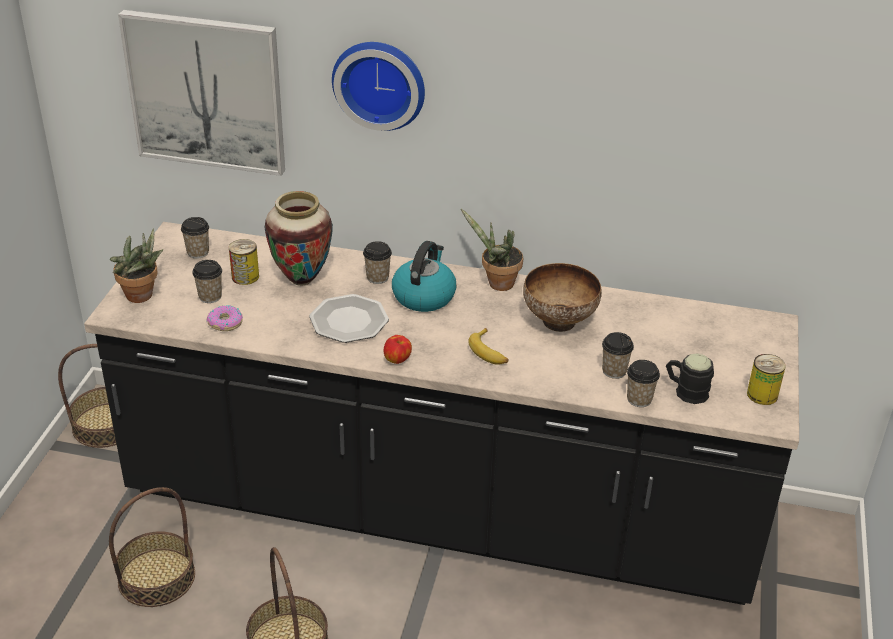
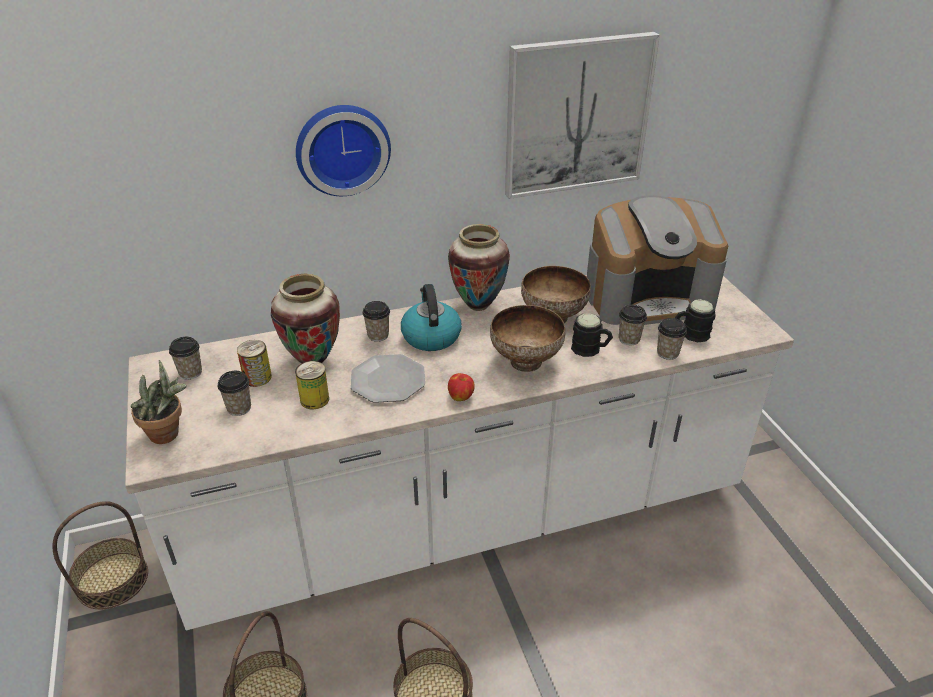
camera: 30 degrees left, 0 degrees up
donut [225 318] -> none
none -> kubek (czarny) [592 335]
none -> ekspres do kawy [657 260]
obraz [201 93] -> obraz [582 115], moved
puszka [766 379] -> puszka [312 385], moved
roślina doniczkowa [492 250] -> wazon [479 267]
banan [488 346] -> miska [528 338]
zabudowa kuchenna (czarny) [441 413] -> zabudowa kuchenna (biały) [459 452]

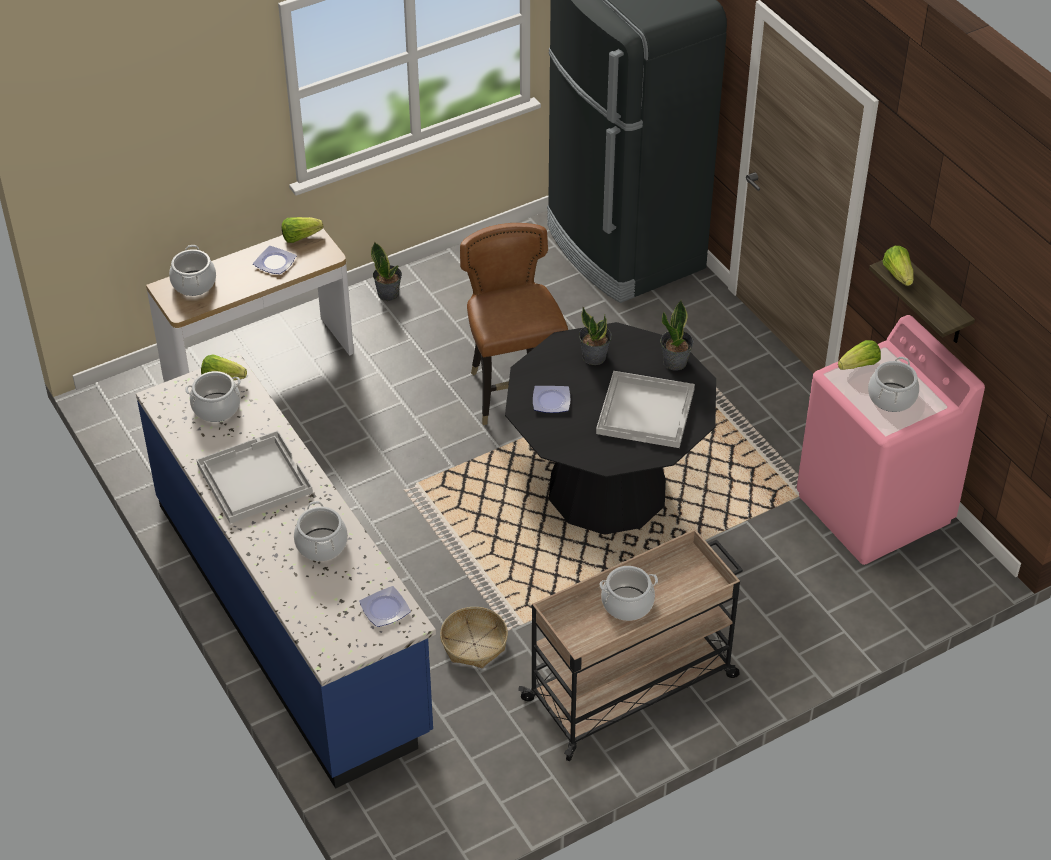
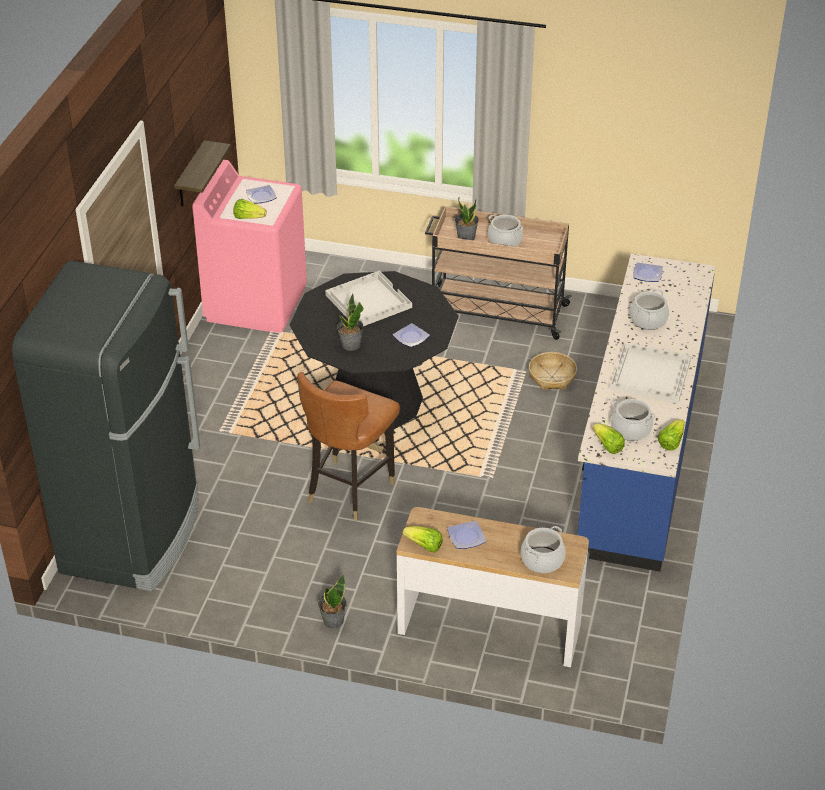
camera: 135 degrees left, 5 degrees down
roślina doniczkowa [677 335] -> roślina doniczkowa [467 219], moved
sałata [898 266] -> sałata [671 435], moved
garnek [893 384] -> talerz [261 194]

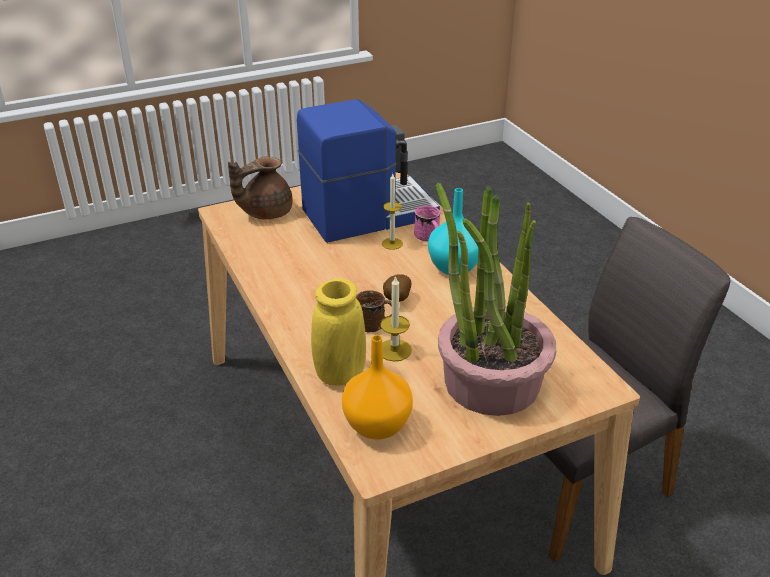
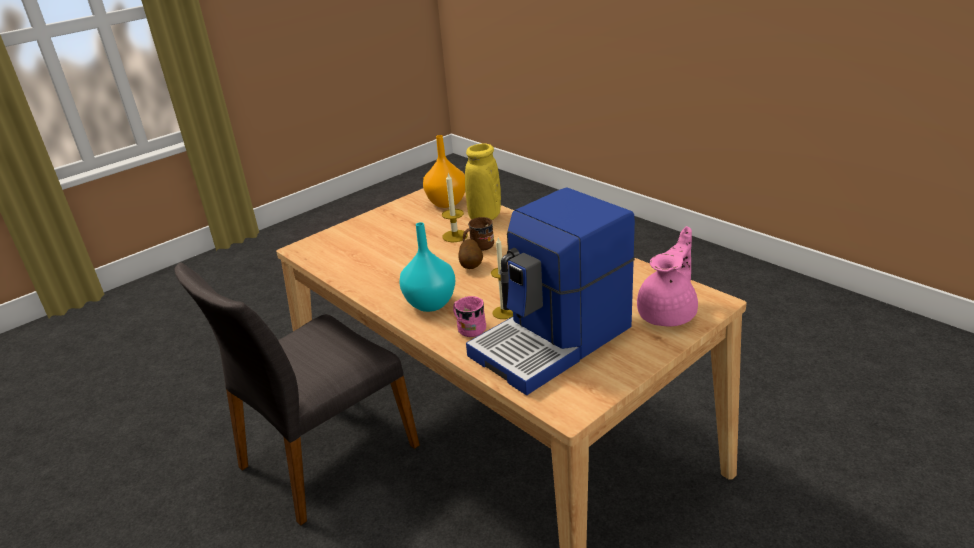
camera: 165 degrees right, 5 degrees down
roślina doniczkowa [496 299] -> none
imbryk (brązowy) [260 188] -> imbryk (różowy) [667 276]

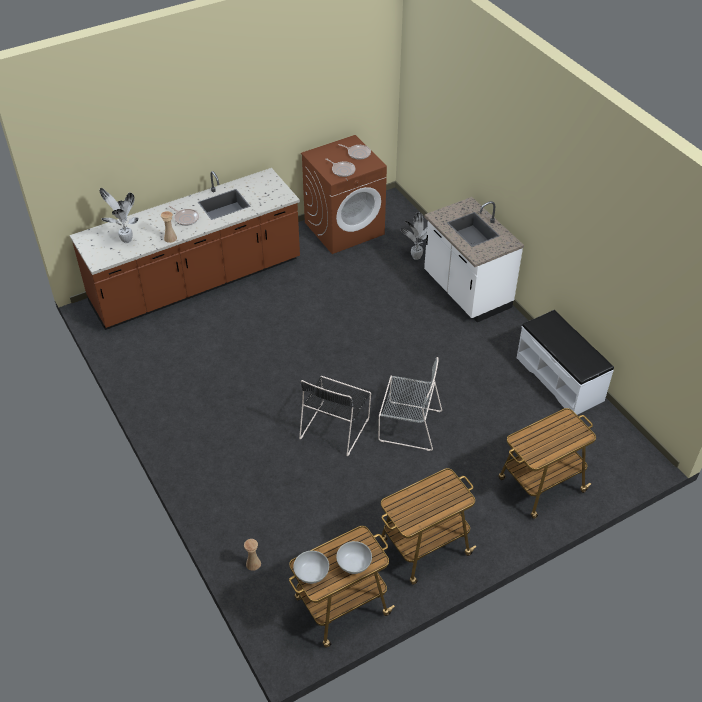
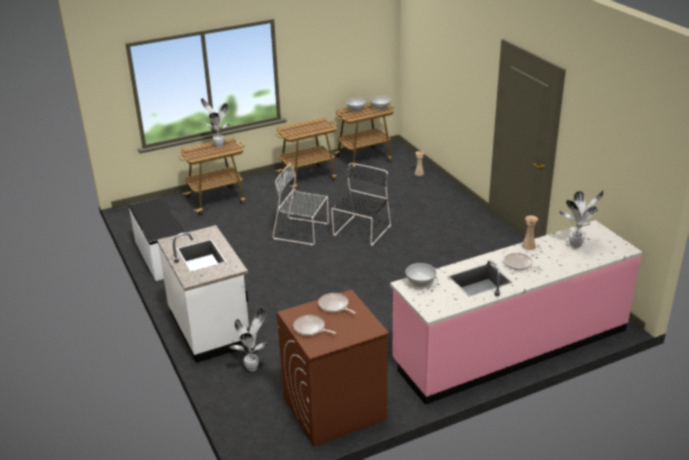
camera: 175 degrees left, 15 degrees down
none -> roślina doniczkowa [215 122]
none -> miska (biały) [421 275]
zabudowa kuchenna (brązowy) [185 249] -> zabudowa kuchenna (różowy) [516 312]

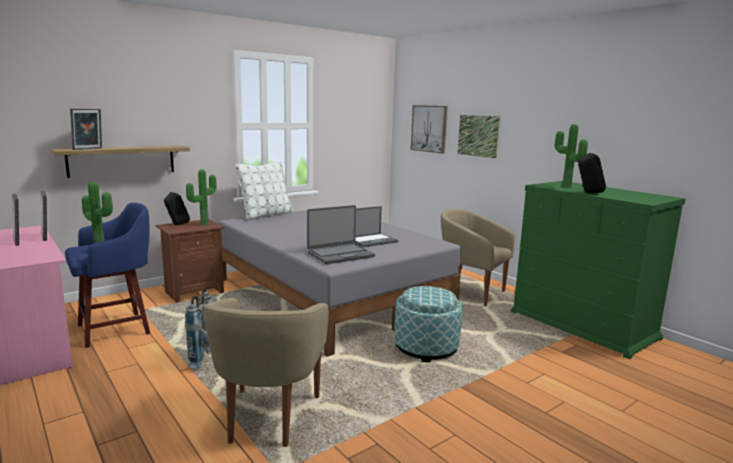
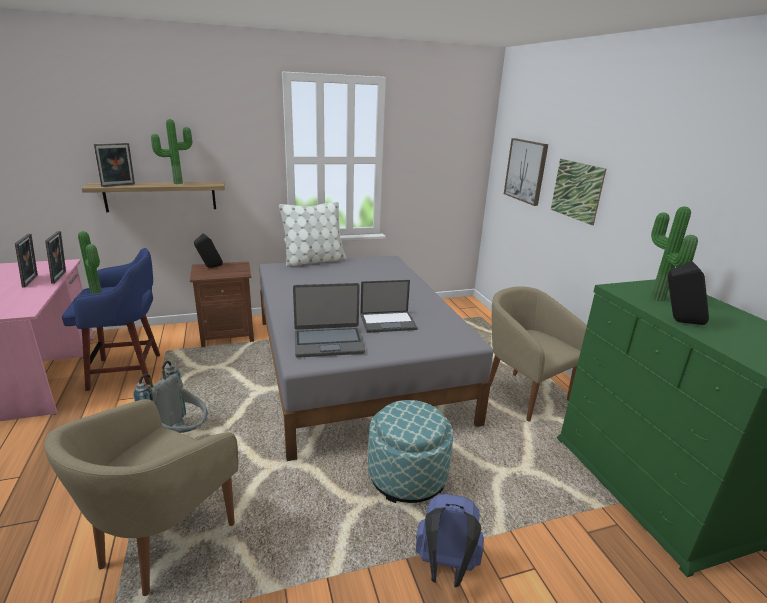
camera: 20 degrees right, 10 degrees up
none -> plecak (niebieski) [450 540]
roślina doniczkowa [201 197] -> roślina doniczkowa [171 151], moved

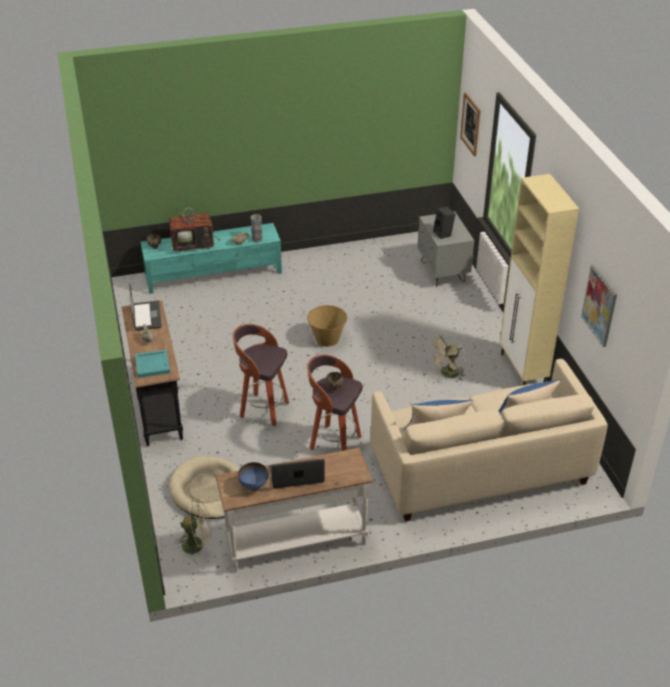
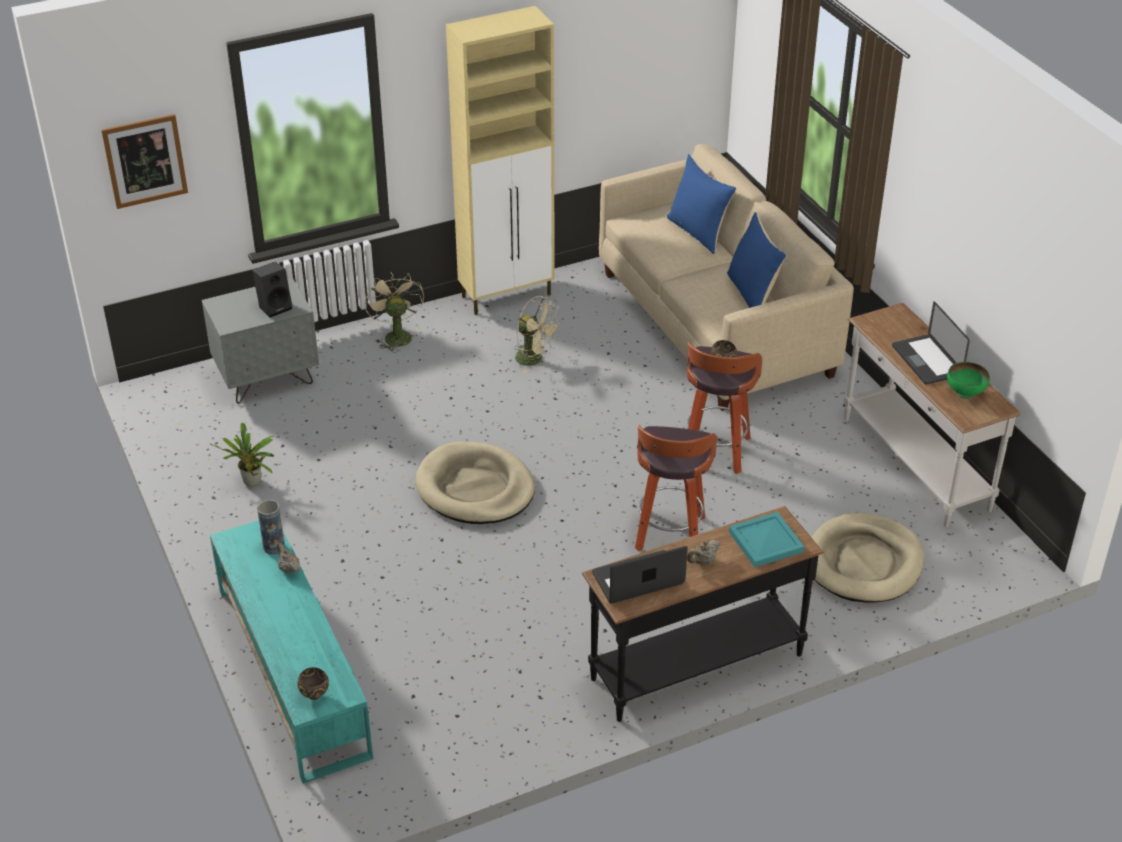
camera: 100 degrees left, 0 degrees up
telewizor [195 224] -> none
obraz [599 306] -> none
none -> roślina doniczkowa [242 454]
wentylator (beżowy) [193 529] -> wentylator (beżowy) [394 312], moved
koszyk [327 326] -> legowisko (beżowy) [475 482]
miska (niebieski) [253 476] -> miska (zielony) [968 380]

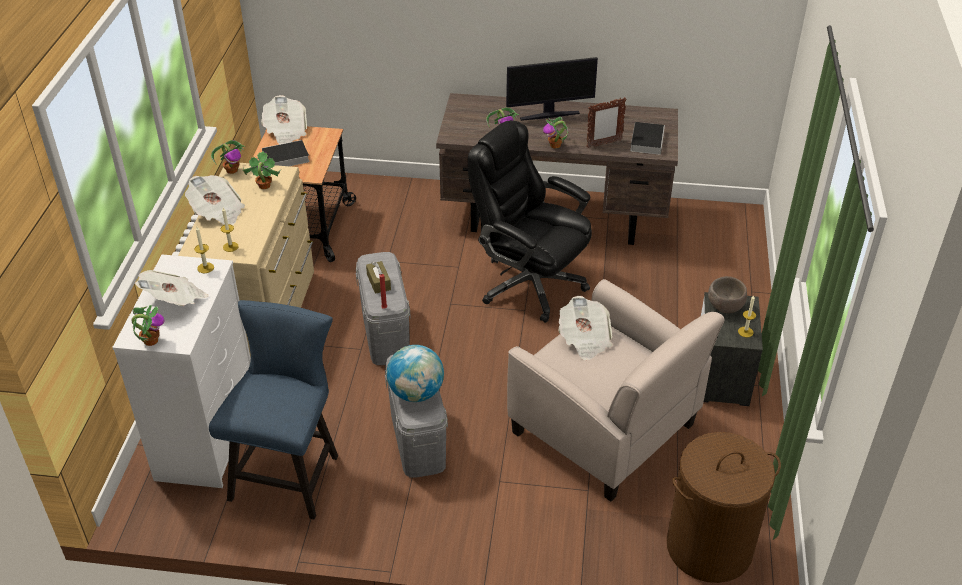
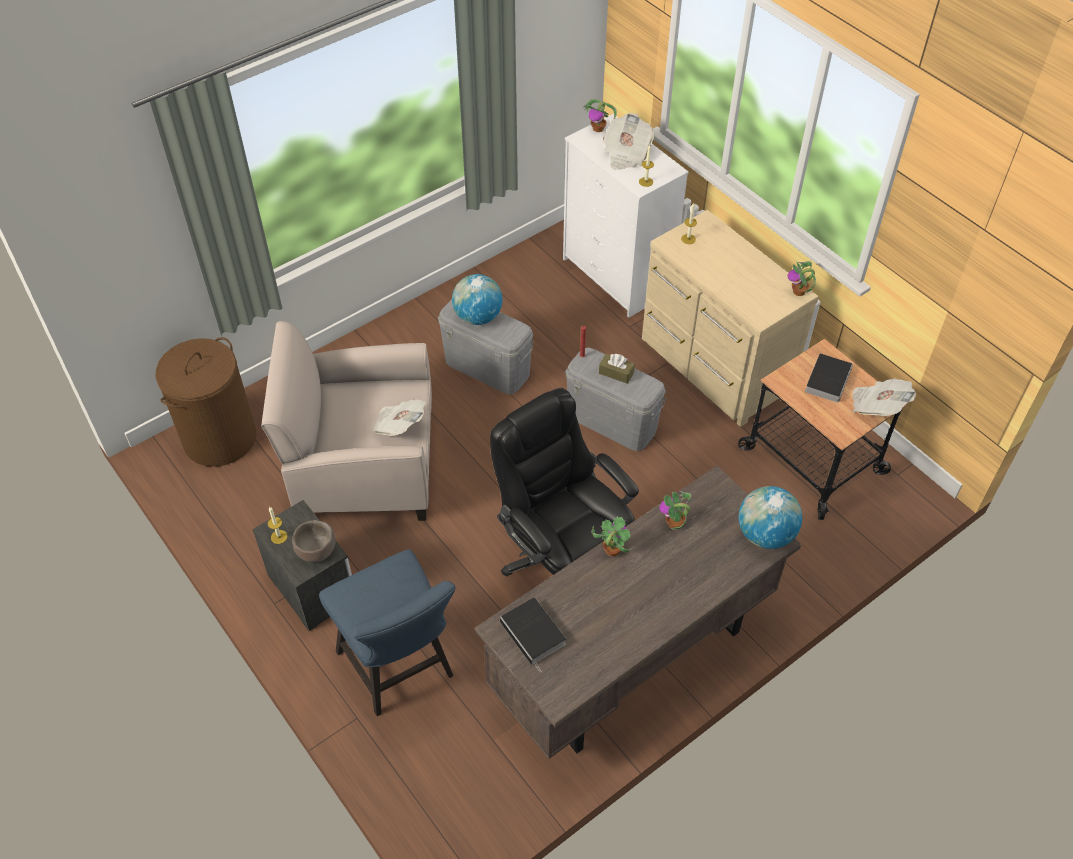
camera: 135 degrees right, 10 degrees up
gazeta [215 200] -> none
roślina doniczkowa [262 170] -> none
monitor [552 89] -> none
ramka na zdjęcie [607 122] -> none
none -> globus [770 517]
krzesło (niebieski) [273 410] -> krzesło (niebieski) [387 632], moved
krzesło biurowe (czarny) [530 221] -> krzesło biurowe (czarny) [564 482], 120 degrees counterclockwise

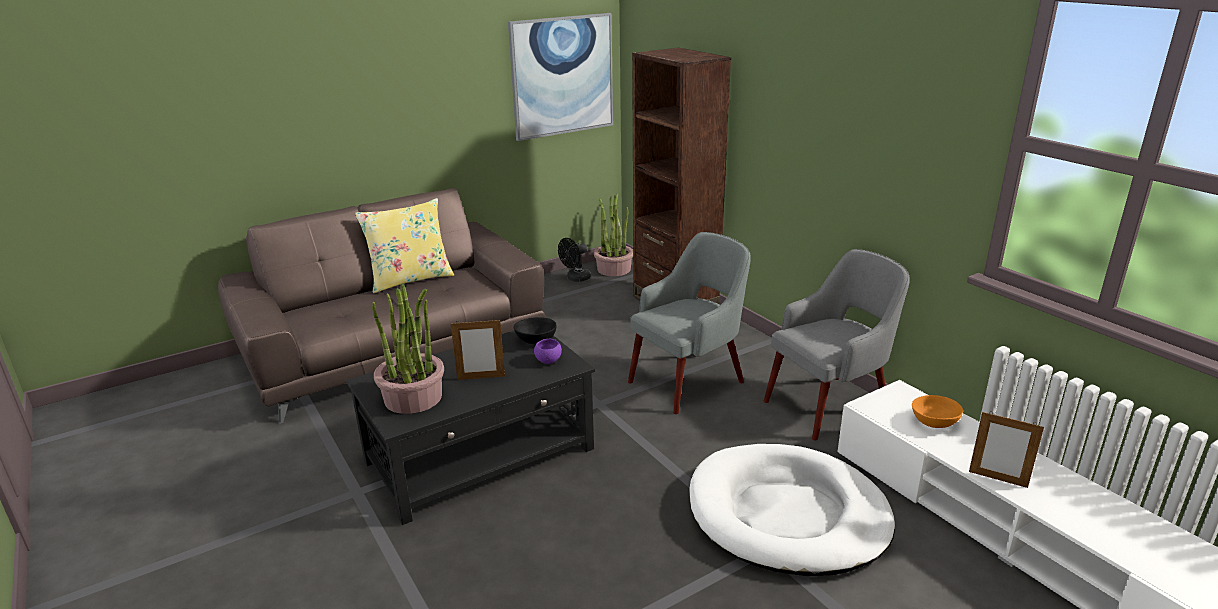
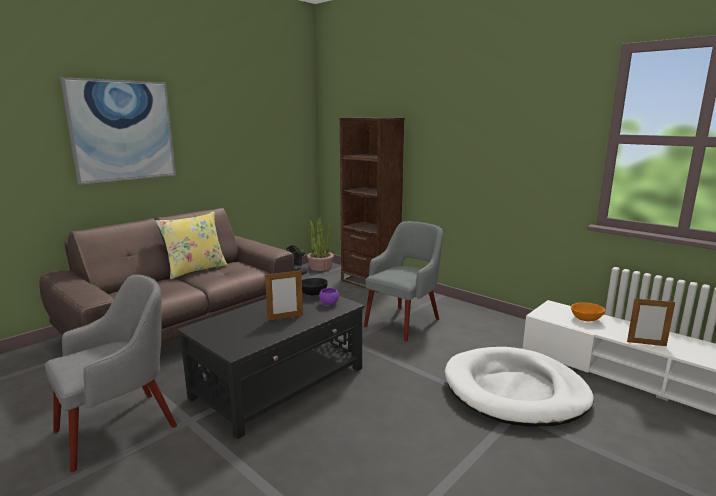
camera: 15 degrees left, 10 degrees down
roślina doniczkowa [408 348] -> none
obraz [560 77] -> obraz [118 131], moved
fotel (szary) [837 345] -> fotel (szary) [111 373], moved

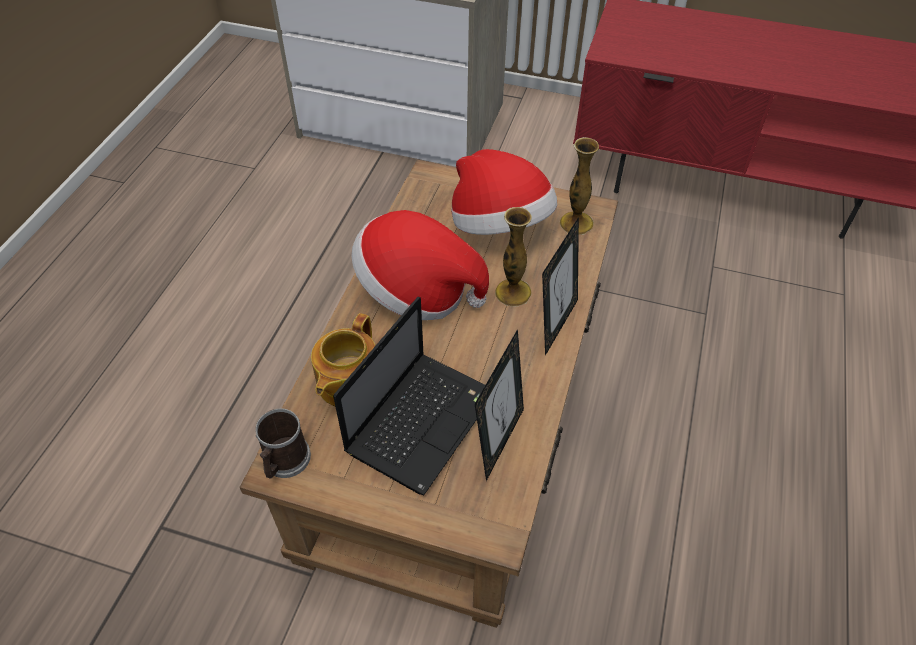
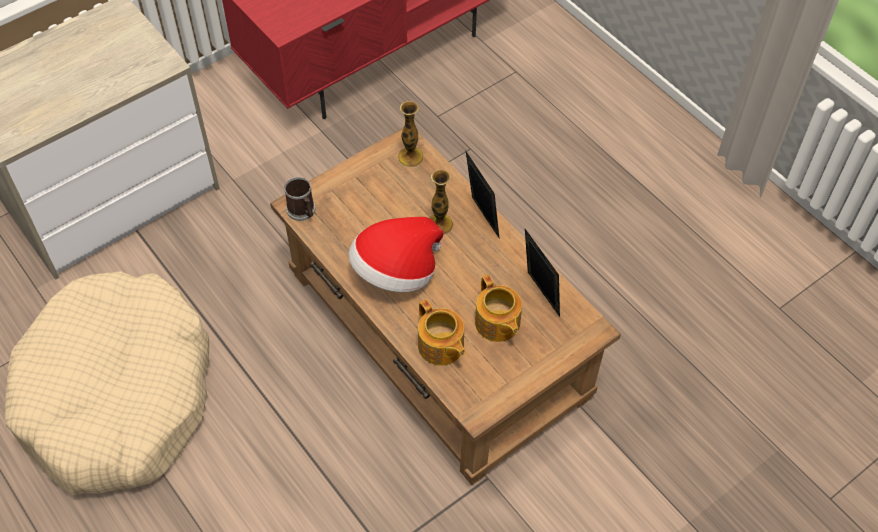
camera: 55 degrees left, 5 degrees up
kapelusz [504 192] -> none
none -> legowisko (beżowy) [106 383]
kubek [283 443] -> kubek [299 199], moved
laptop [409 396] -> imbryk [498 308]

